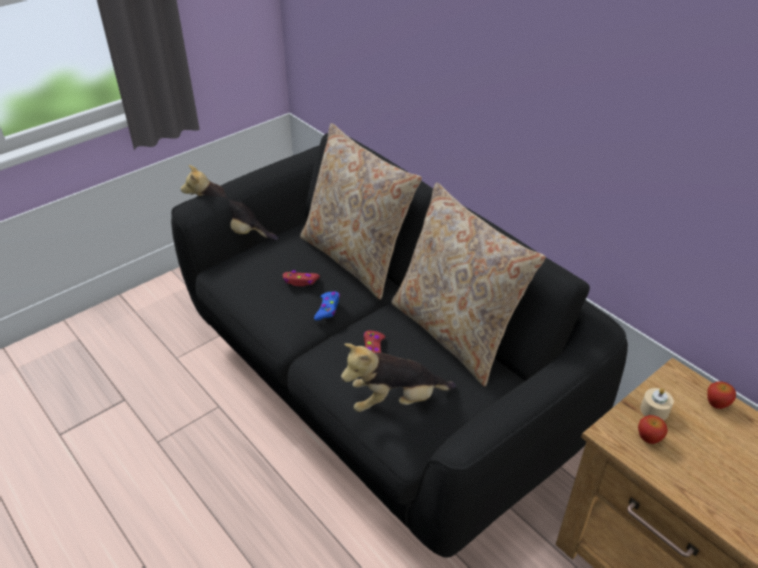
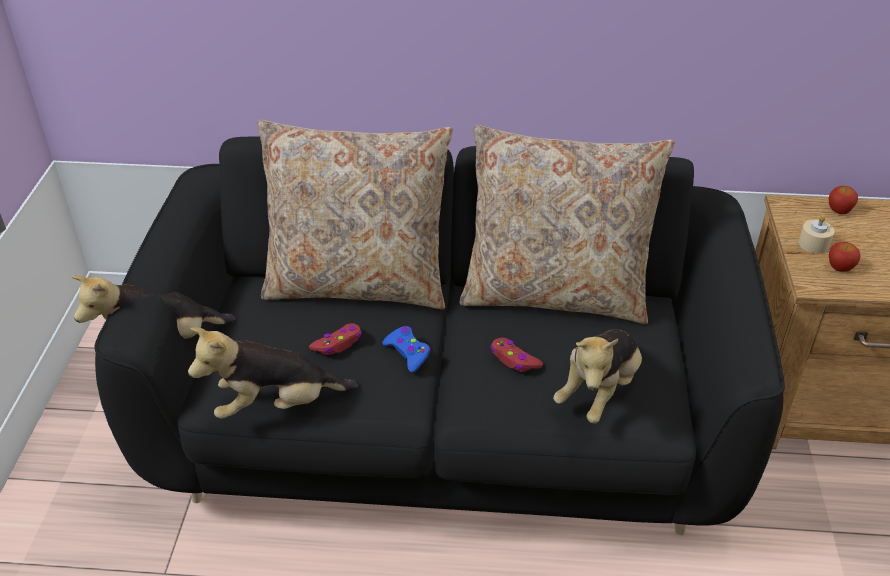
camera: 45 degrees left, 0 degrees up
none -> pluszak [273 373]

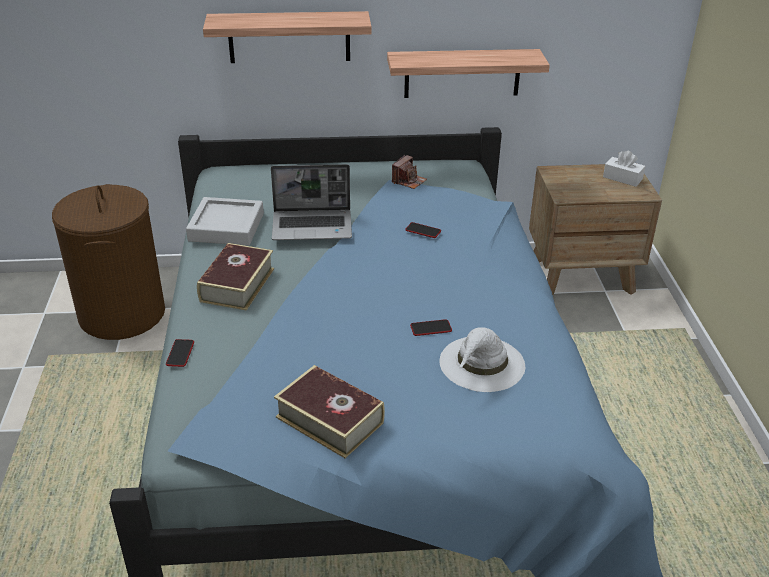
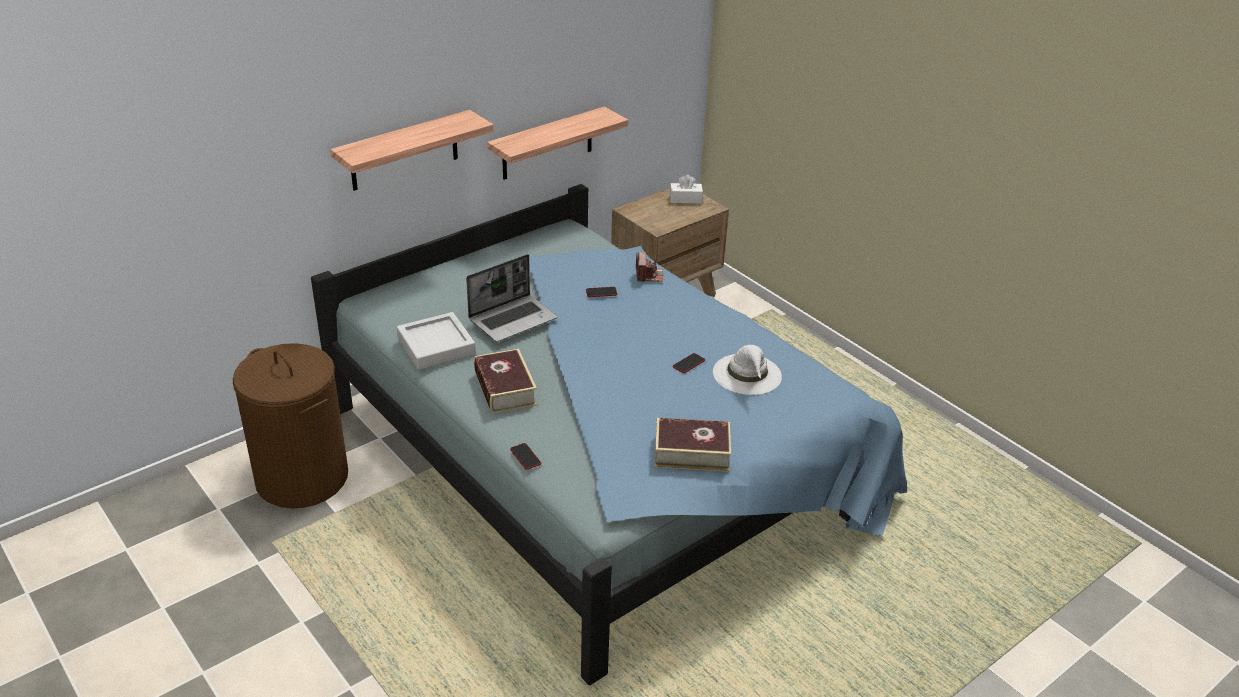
camera: 35 degrees left, 0 degrees up
aparat fotograficzny [409 172] -> aparat fotograficzny [649 267], moved

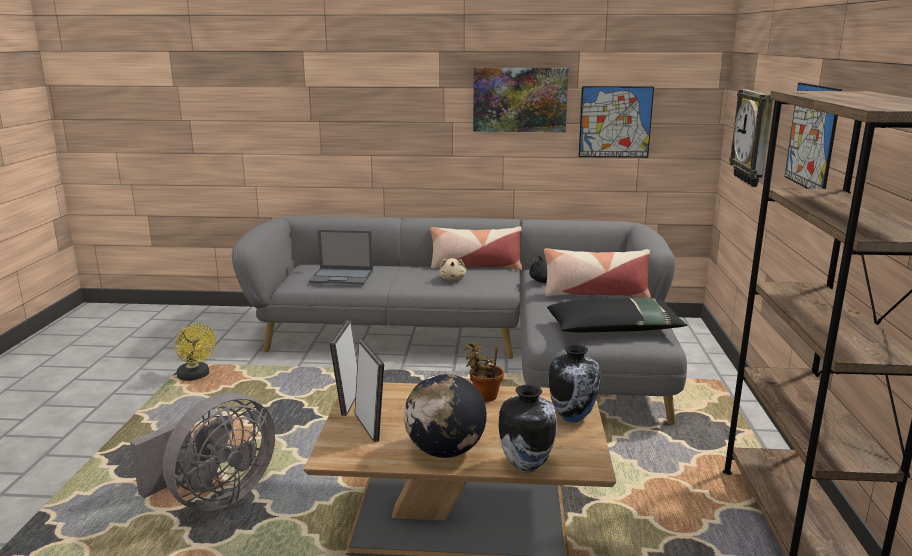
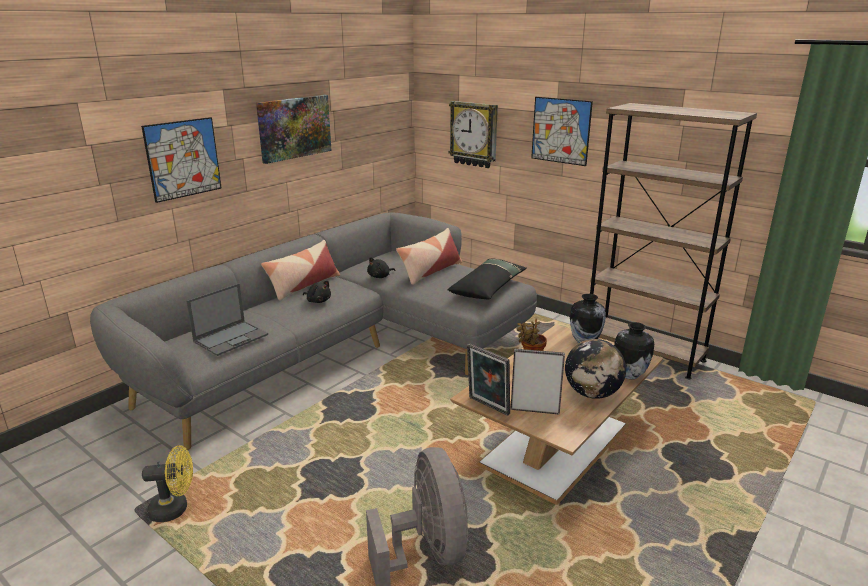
camera: 55 degrees left, 5 degrees up
obraz [616 122] -> obraz [181 160], moved
pluszak (beżowy) [452 269] -> pluszak (czarny) [317 292]

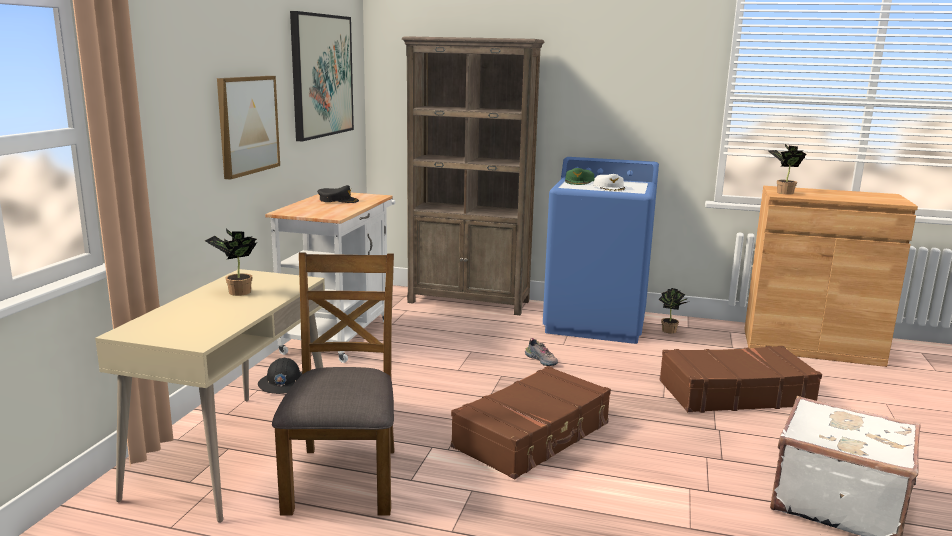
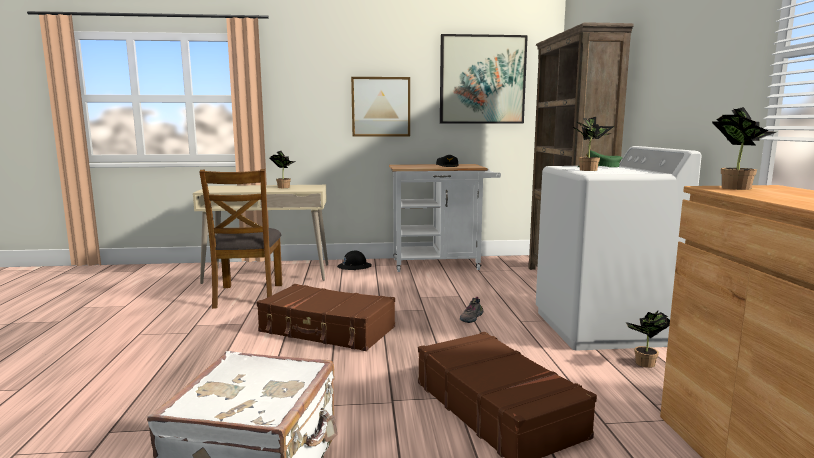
camera: 70 degrees right, 5 degrees down
czapka z daszkiem (biały) [609 183] -> roślina doniczkowa [593 144]
pralka (niebieski) [601 250] -> pralka (biały) [618 248]
krzesło (brązowy) [333 384] -> krzesło (brązowy) [240 239], 105 degrees clockwise

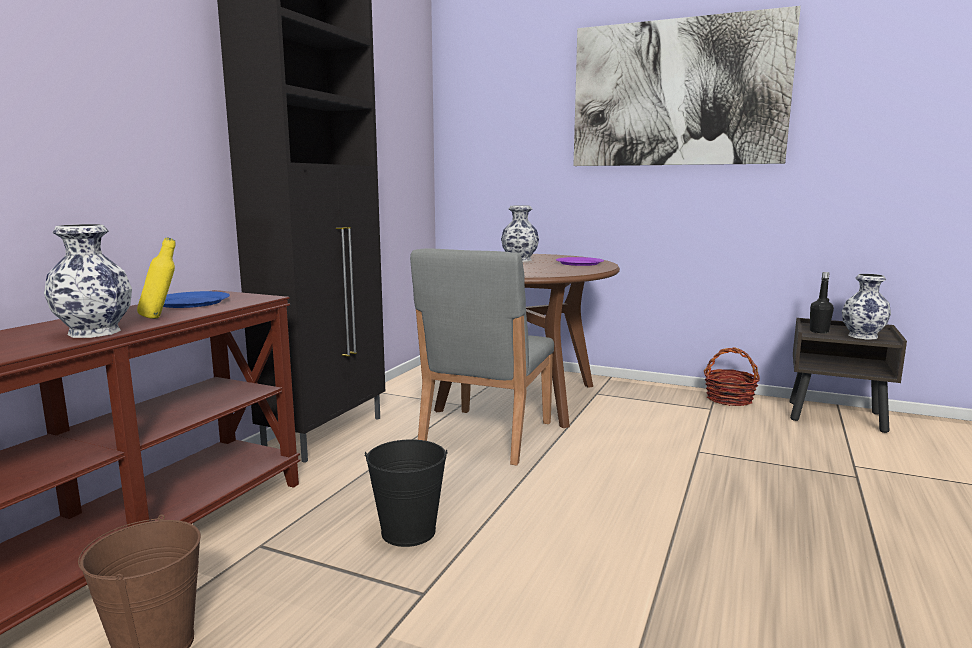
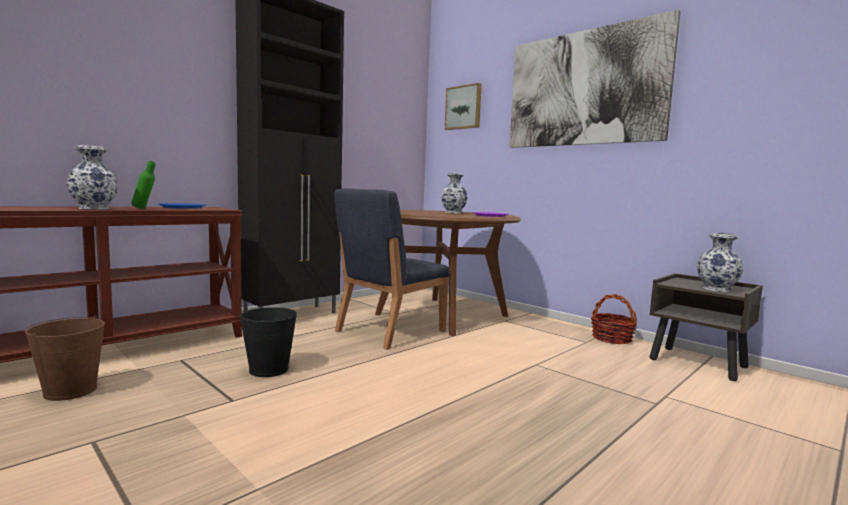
camera: 20 degrees right, 5 degrees down
butelka (czarny) [822 302] -> none
none -> obraz [463 106]
butelka (żółty) [156 278] -> butelka (zielony) [144 185]
krzesło (szary) [482 357] -> krzesło (niebieski) [392 269]

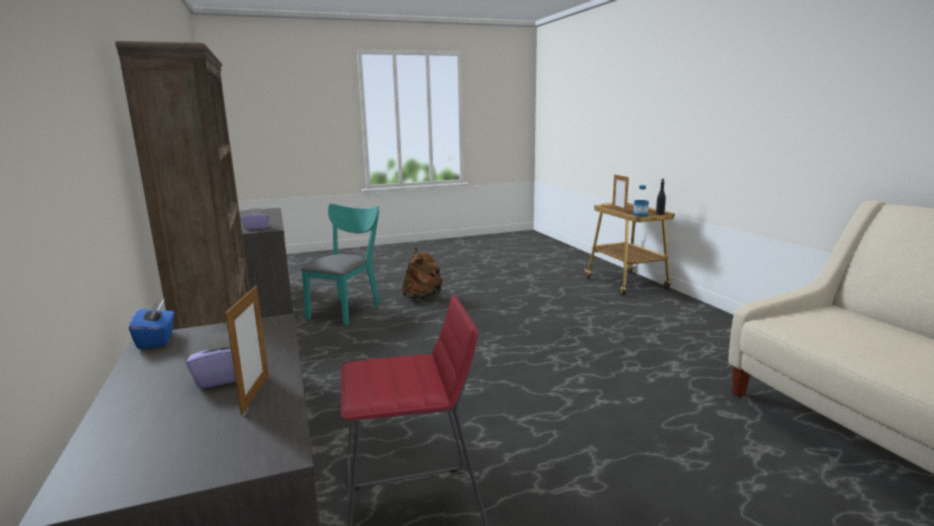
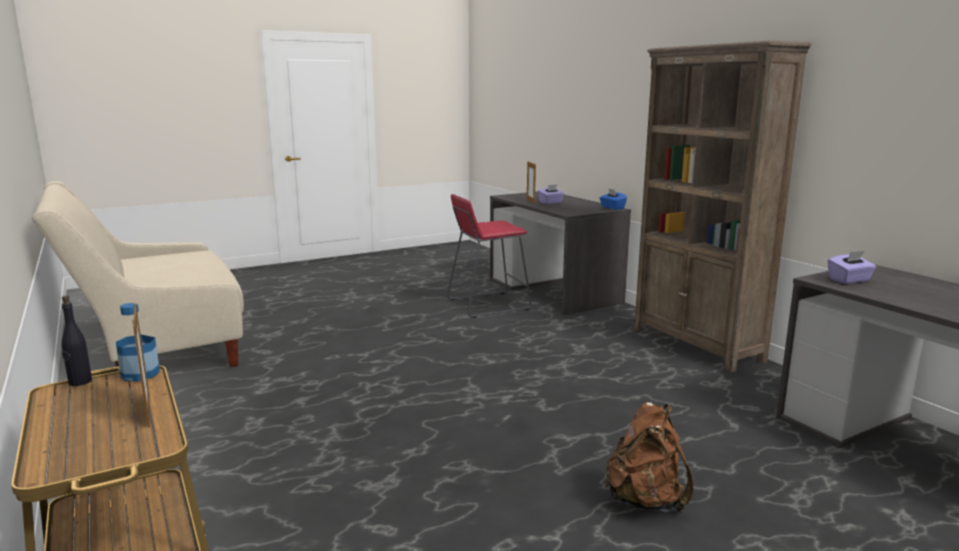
camera: 170 degrees right, 0 degrees up
krzesło (turkusowy) [340 264] -> none

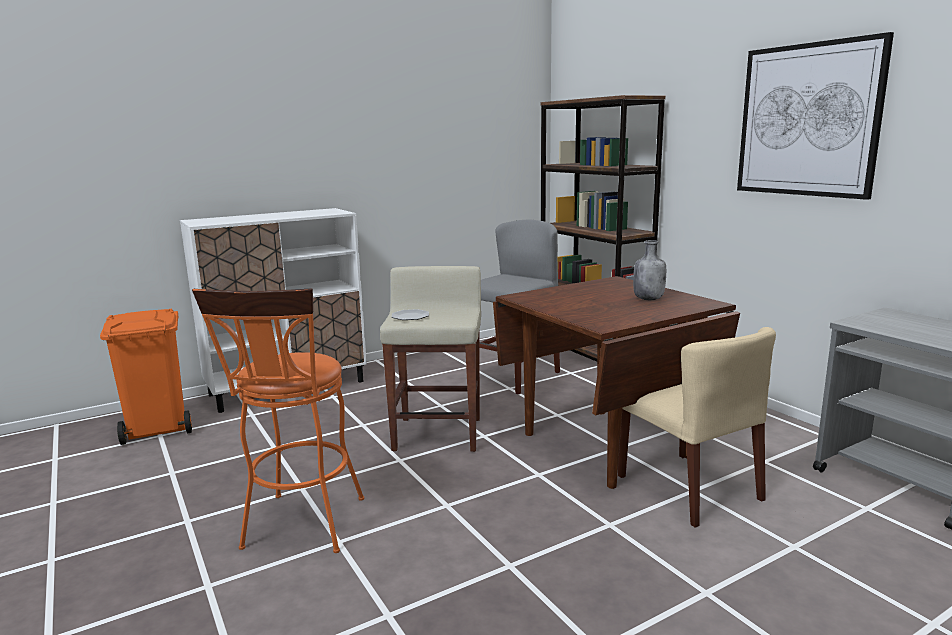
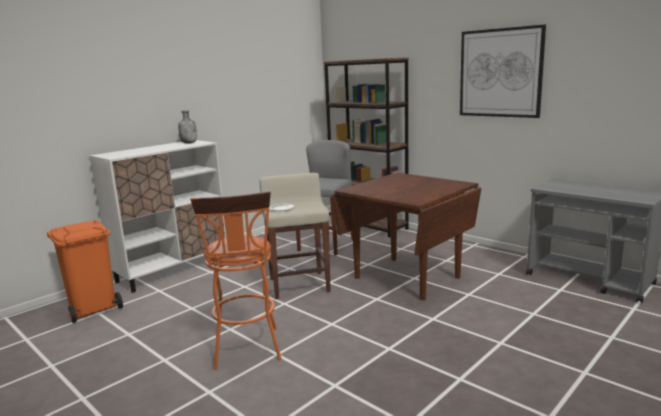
camera: 15 degrees left, 0 degrees up
krzesło (beżowy) [697 427] -> none
butelka (szary) [649 270] -> butelka (szary) [187 127], moved

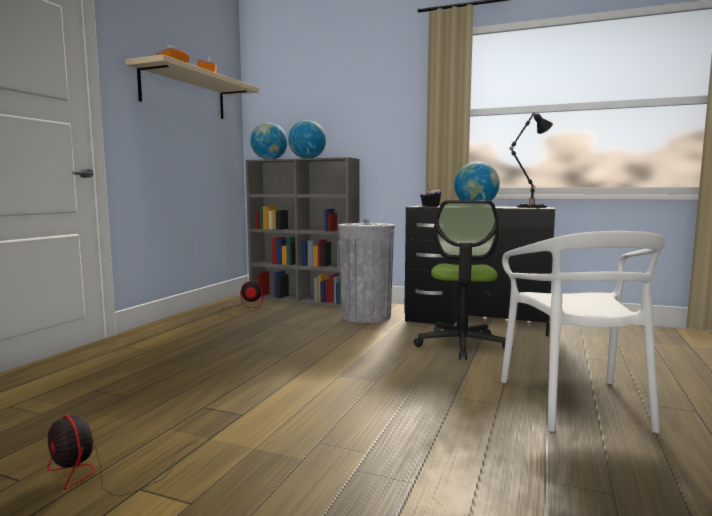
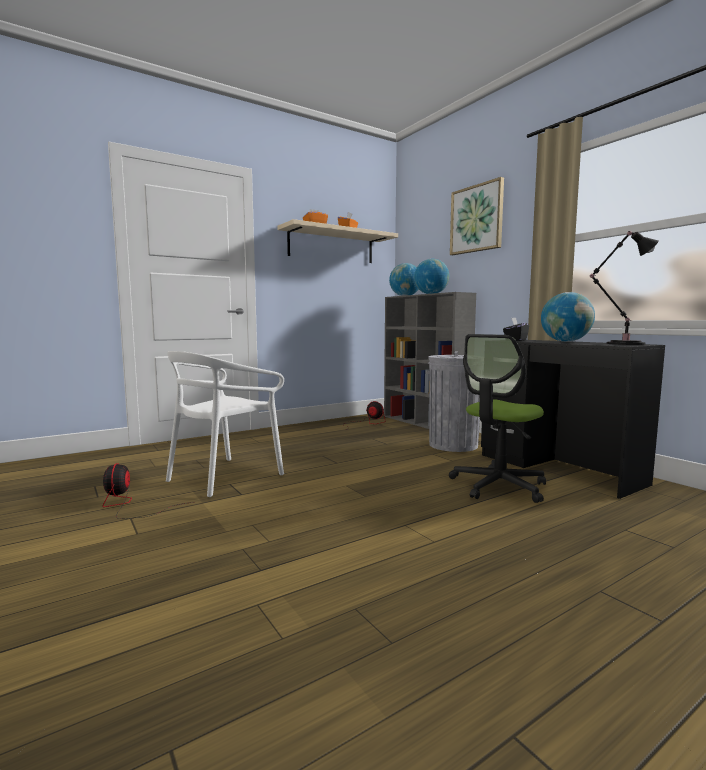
camera: 35 degrees right, 0 degrees up
none -> obraz [477 216]
krzesło (biały) [583 332] -> krzesło (biały) [225 424], moved

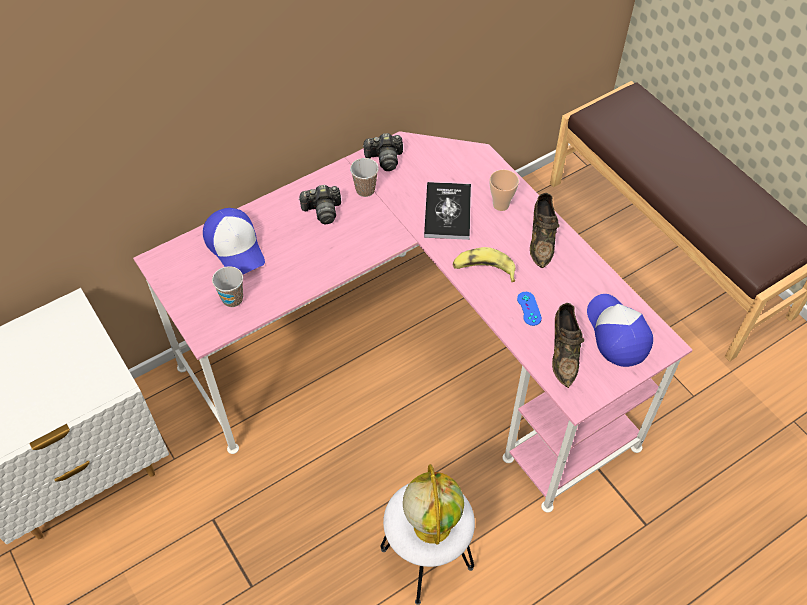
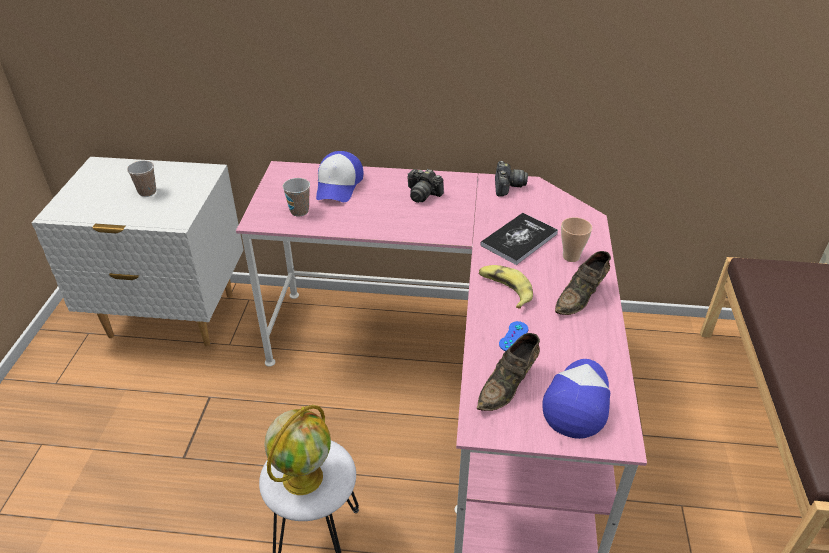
camera: 40 degrees right, 15 degrees down
filiżanka [364 177] -> filiżanka [141 178], moved
aparat fotograficzny [383 152] -> aparat fotograficzny [511 179], 120 degrees counterclockwise

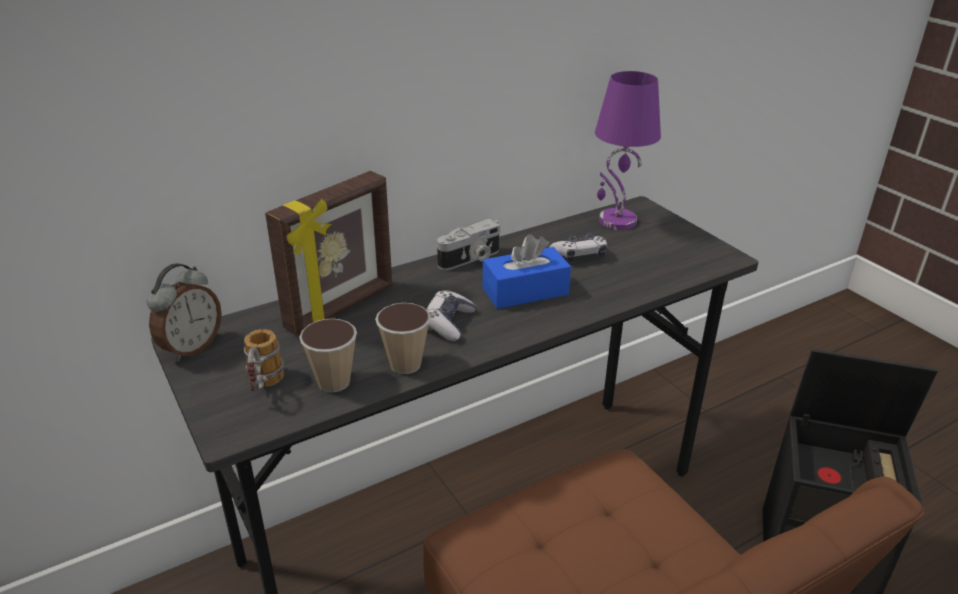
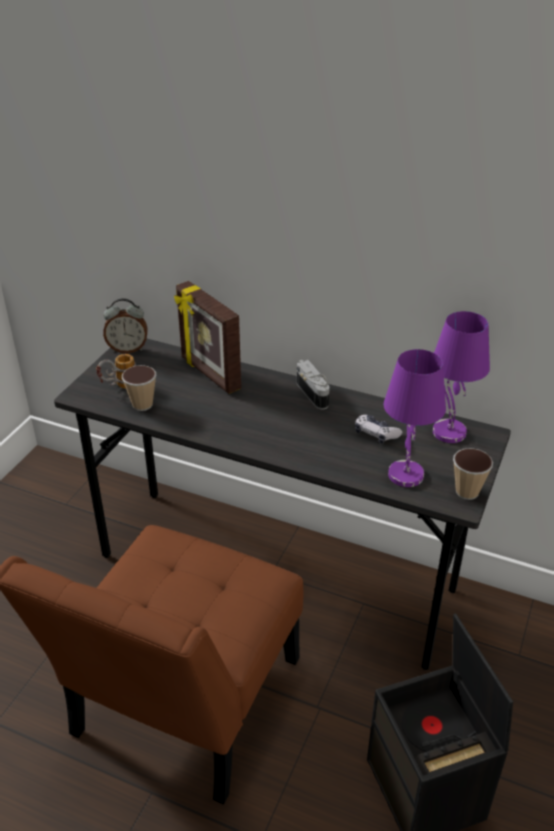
camera: 55 degrees right, 5 degrees up
pad do gier [451 315] -> none
pudełko chusteczek (niebieski) [527 271] -> none
none -> lampa stołowa (fioletowy) [415 418]
filiżanka [403 338] -> filiżanka [473 474], moved
ramka na zdjęcie [328 253] -> ramka na zdjęcie [207 337], 45 degrees clockwise
aparat fotograficzny [468 244] -> aparat fotograficzny [313 385], 135 degrees counterclockwise

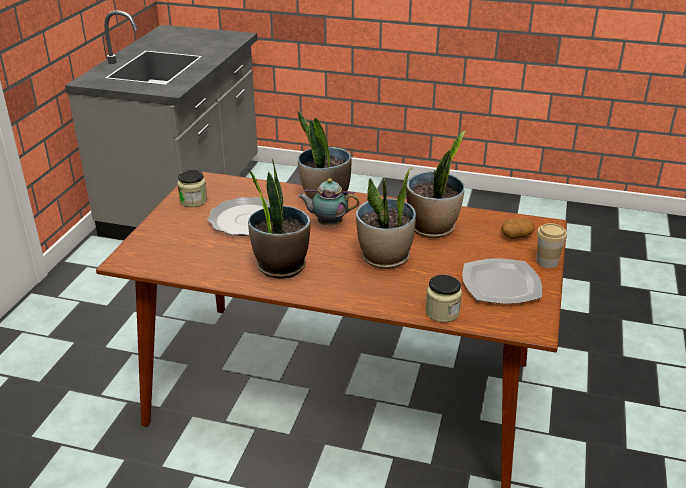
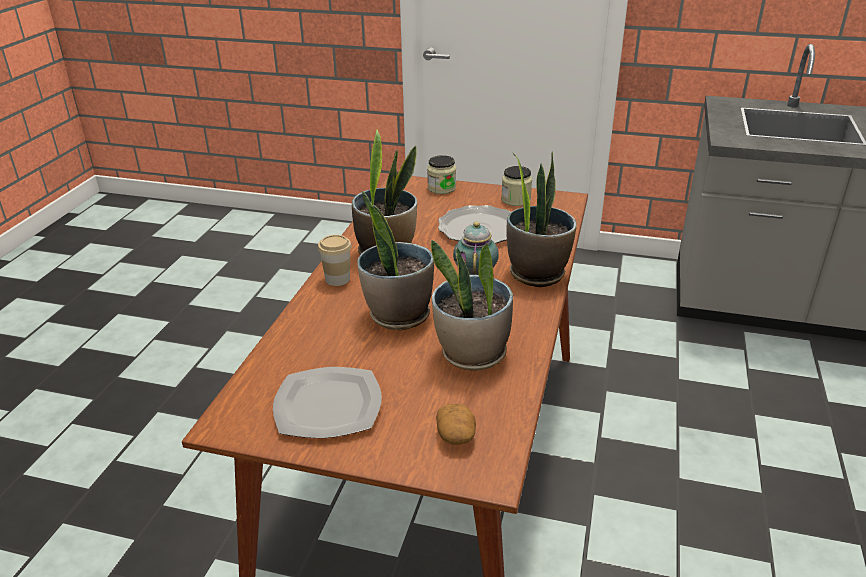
camera: 90 degrees right, 0 degrees up
słoik [443 298] -> słoik [441 174], moved
filiżanka [551 245] -> filiżanka [335 260], moved

